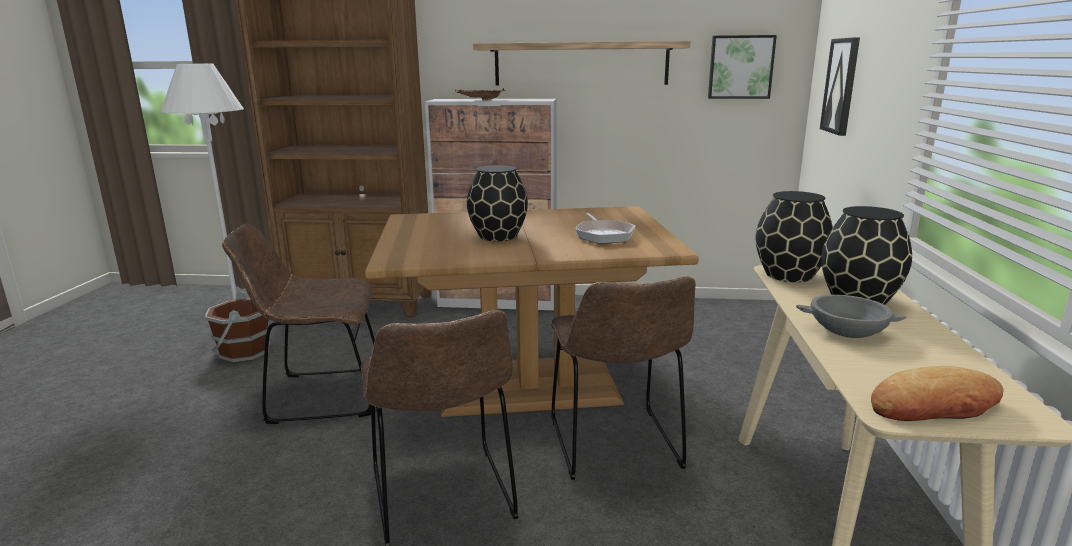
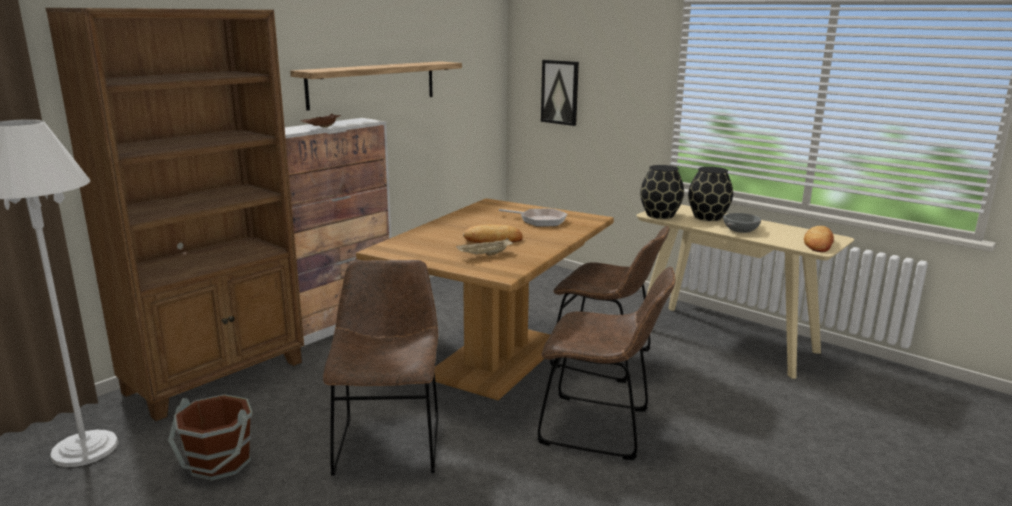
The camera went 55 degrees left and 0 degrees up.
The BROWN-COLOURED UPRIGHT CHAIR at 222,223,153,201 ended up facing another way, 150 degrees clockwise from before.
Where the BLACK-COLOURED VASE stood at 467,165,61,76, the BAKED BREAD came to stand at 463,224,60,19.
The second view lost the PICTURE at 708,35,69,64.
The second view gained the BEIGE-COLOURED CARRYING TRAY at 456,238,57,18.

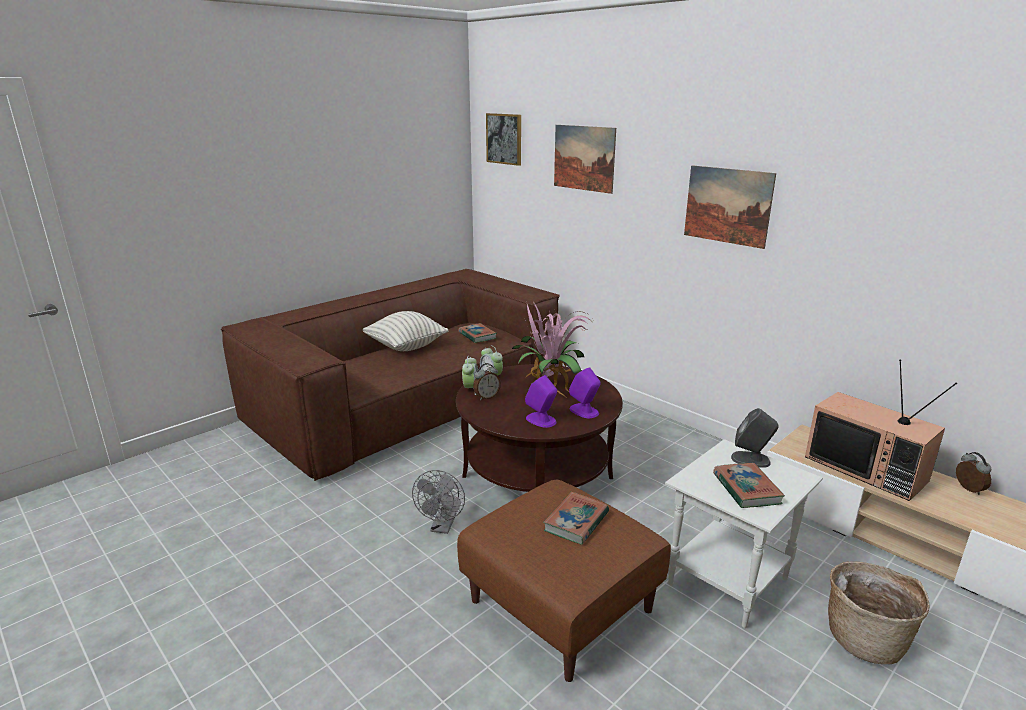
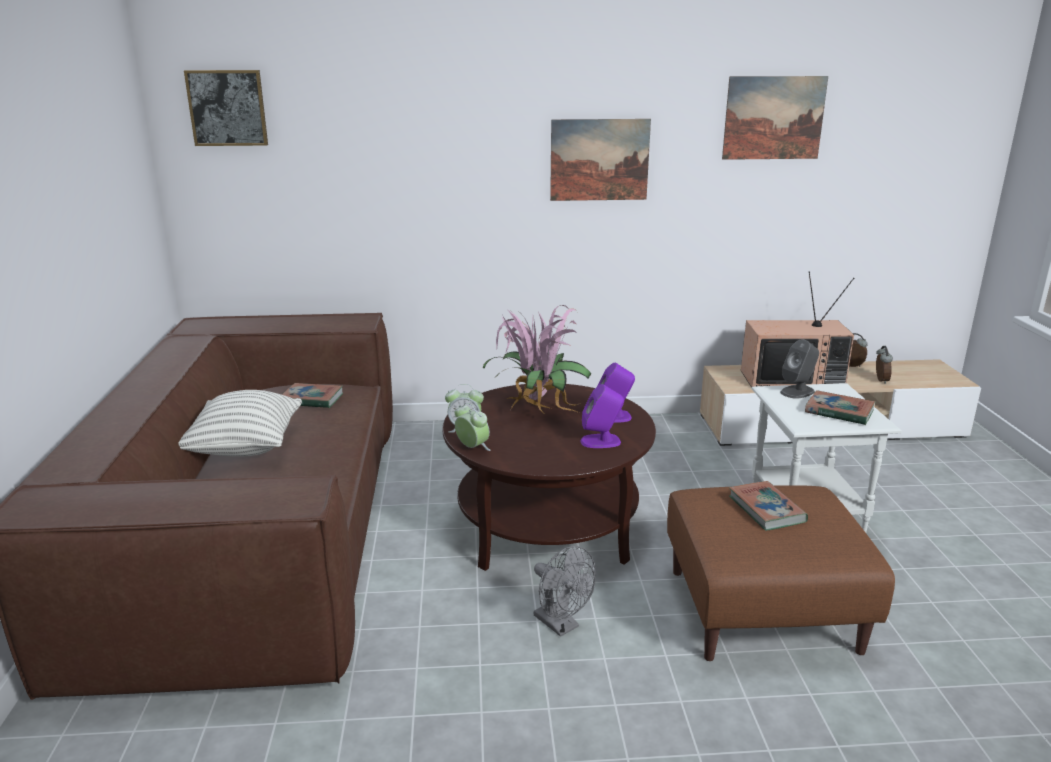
The camera went 50 degrees left and 0 degrees up.
The ALARM CLOCK ended up elsewhere, having gone from 473,363,28,37 to 876,346,17,38.
The PICTURE ended up elsewhere, having gone from 554,125,62,69 to 722,76,106,84.
The second view lost the HOUSEHOLD BASKET at 828,561,102,103.

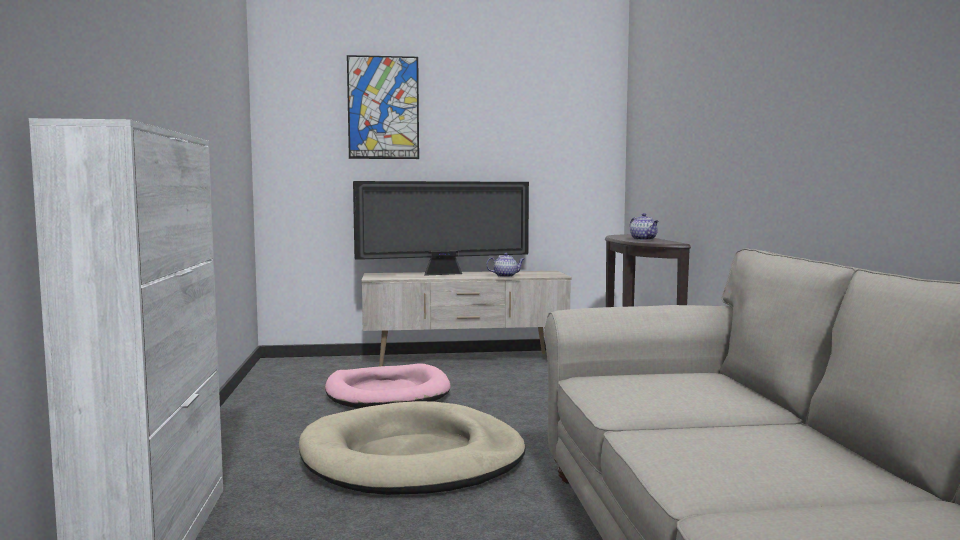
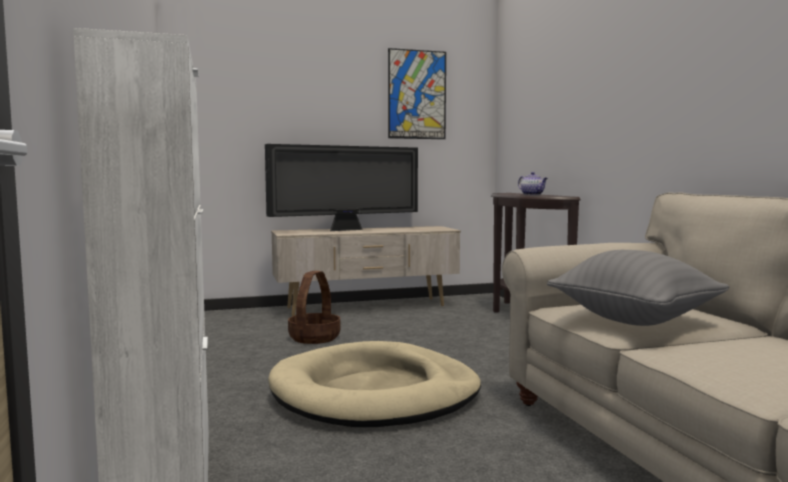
The camera went 10 degrees left and 0 degrees up.
Where the PINKISH DOG BED stood at 325,363,126,46, the HOUSEHOLD BASKET came to stand at 288,271,52,73.
The PICTURE ended up elsewhere, having gone from 347,55,72,104 to 388,48,58,91.
The second view lost the TEAPOT at 486,253,38,24.
The second view gained the GREYISH PILLOW at 547,250,182,76.

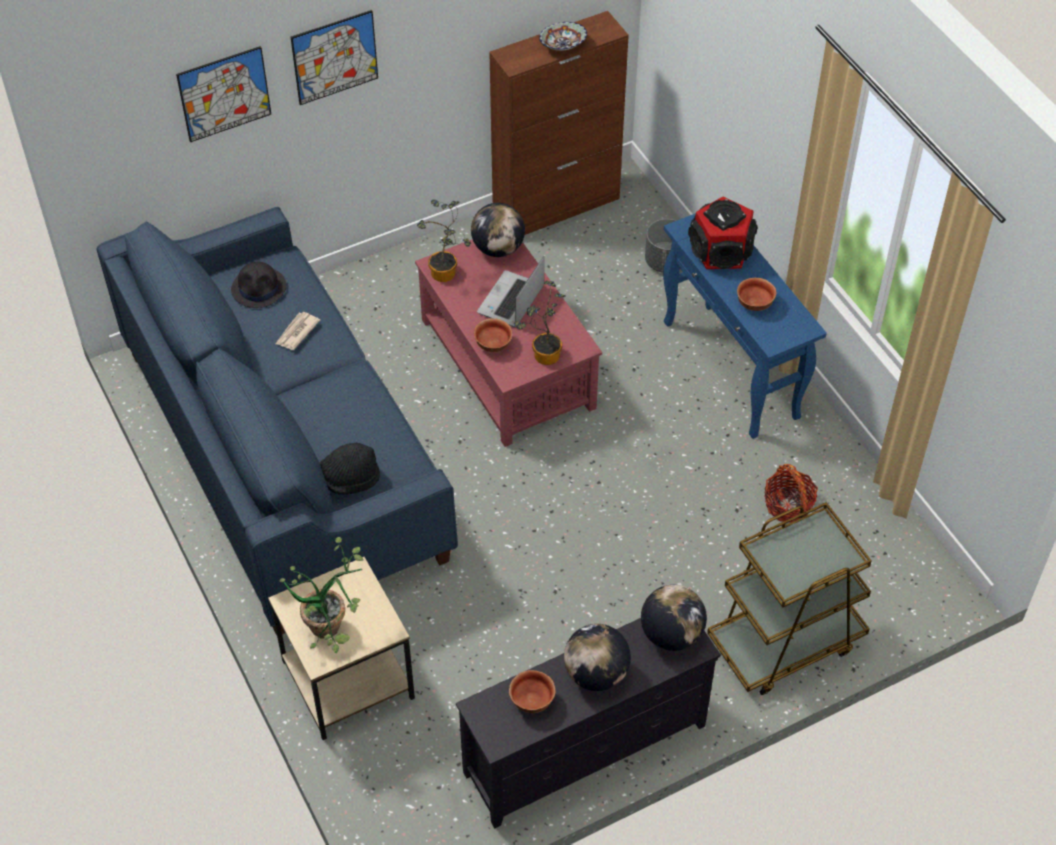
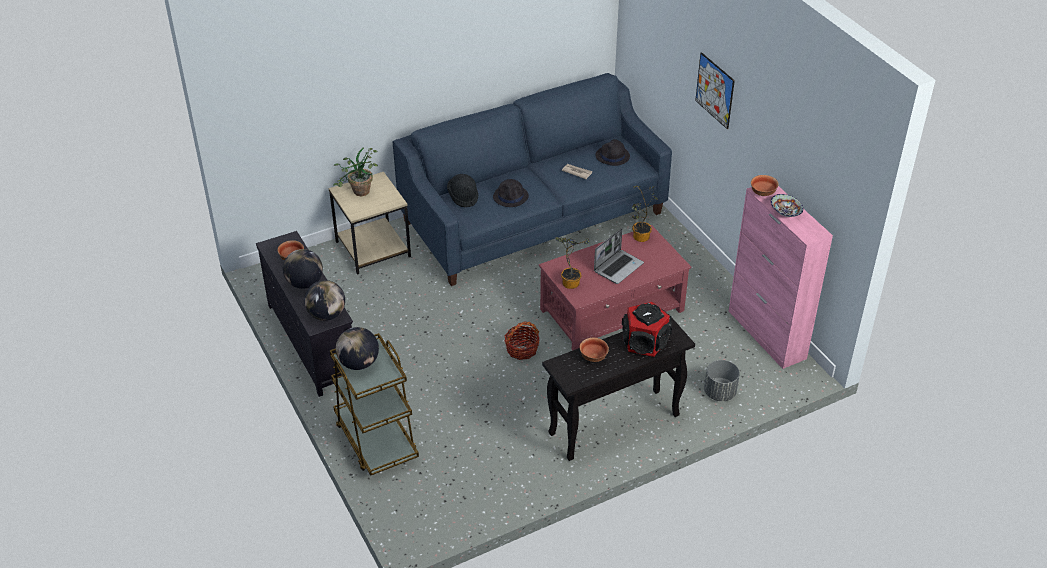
The camera went 90 degrees right and 10 degrees down.
The second view lost the PICTURE at 176,46,95,96.
The DESK GLOBE ended up elsewhere, having gone from 471,203,54,54 to 336,327,43,43.
The SERVING BOWL ended up elsewhere, having gone from 474,318,38,34 to 751,175,27,21.
The NOTEBOOK COMPUTER at 477,256,67,71 ended up facing another way, 105 degrees clockwise from before.
What was the BROWN-COLOURED CABINET at 489,11,140,224 turned into the PINKISH CABINET at 729,186,104,183.
What was the BLUE CONSOLE TABLE at 663,213,164,226 turned into the BLACK-COLOURED CONSOLE TABLE at 542,314,153,147.
The HOUSEHOLD BASKET ended up elsewhere, having gone from 764,464,54,59 to 504,321,36,39.
The second view gained the BLACK-COLOURED CLOTHING HAT at 493,179,36,28.

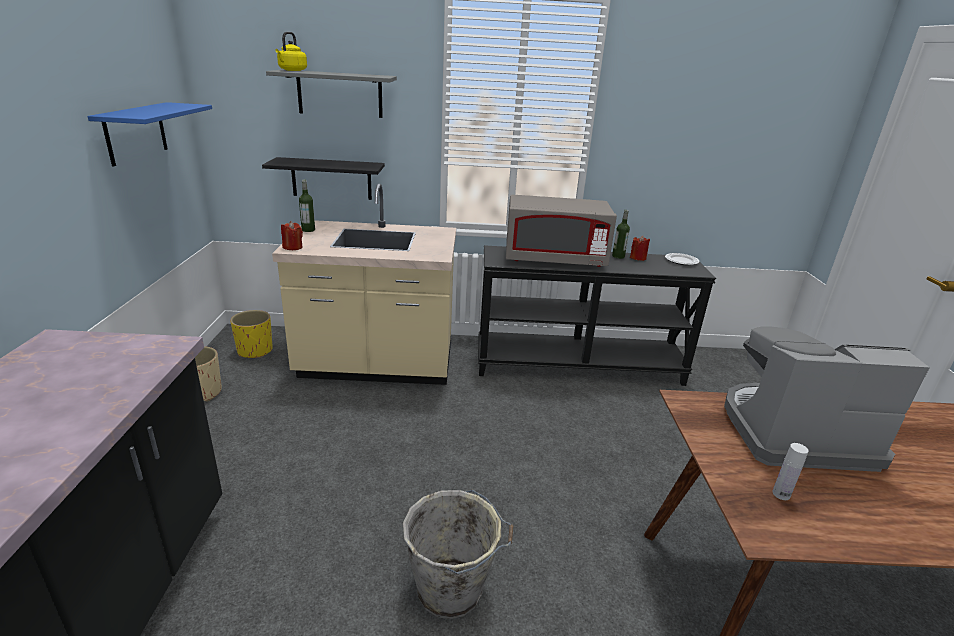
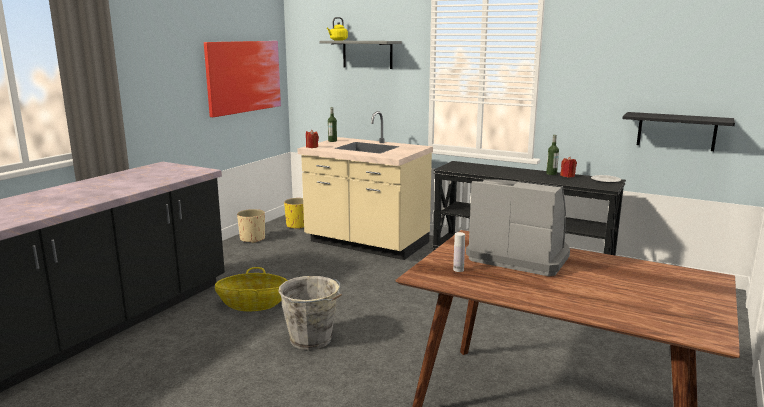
The camera went 30 degrees right and 10 degrees down.
Where the BLUE WALL SHELF hung at 87,102,125,65, the PICTURE came to hang at 204,41,77,76.
The BLACK-COLOURED WALL SHELF ended up elsewhere, having gone from 262,157,123,43 to 622,112,113,39.
The second view lost the GREYISH MICROWAVE OVEN at 506,195,111,72.
The second view gained the HOUSEHOLD BASKET at 215,267,73,44.

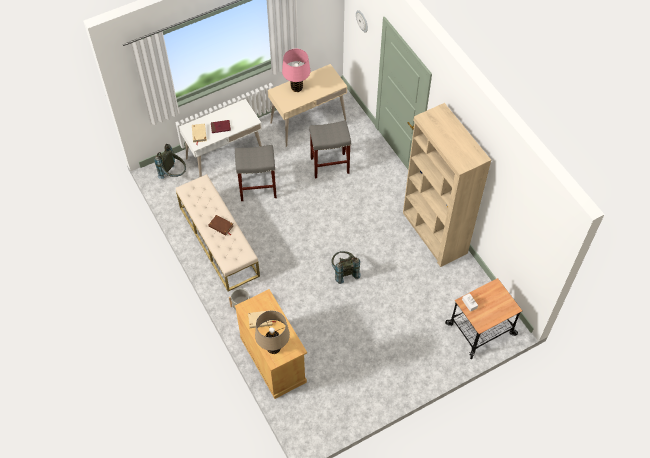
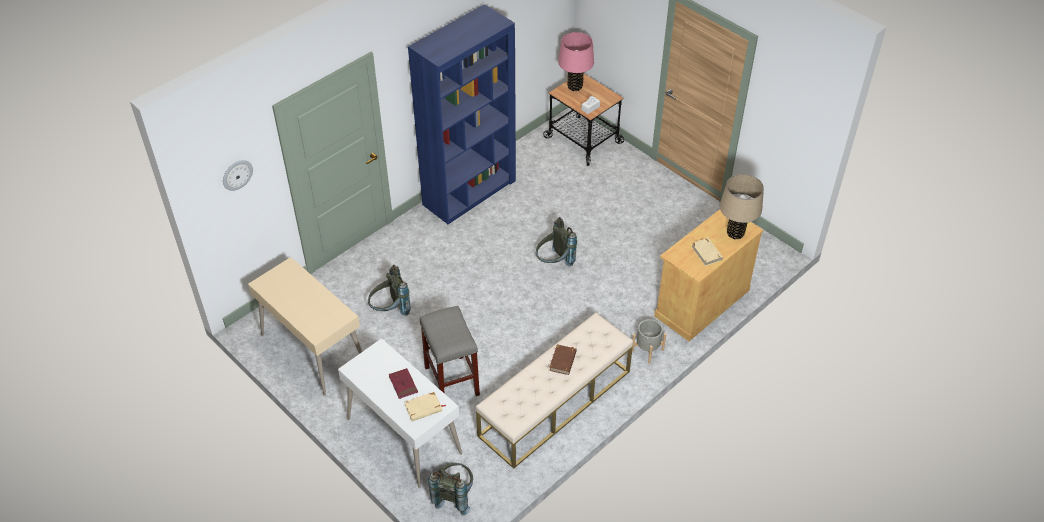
The camera went 105 degrees left and 10 degrees down.
The PINKISH LAMP FOR A TABLE ended up elsewhere, having gone from 282,49,28,43 to 558,32,36,59.
Where the GREYISH SITTING STOOL stood at 309,120,42,59, the GREYISH BACKPACK came to stand at 368,265,43,51.
What was the BEIGE-COLOURED SHELVING UNIT at 403,103,88,164 turned into the BLUE SHELVING UNIT at 408,4,108,220.

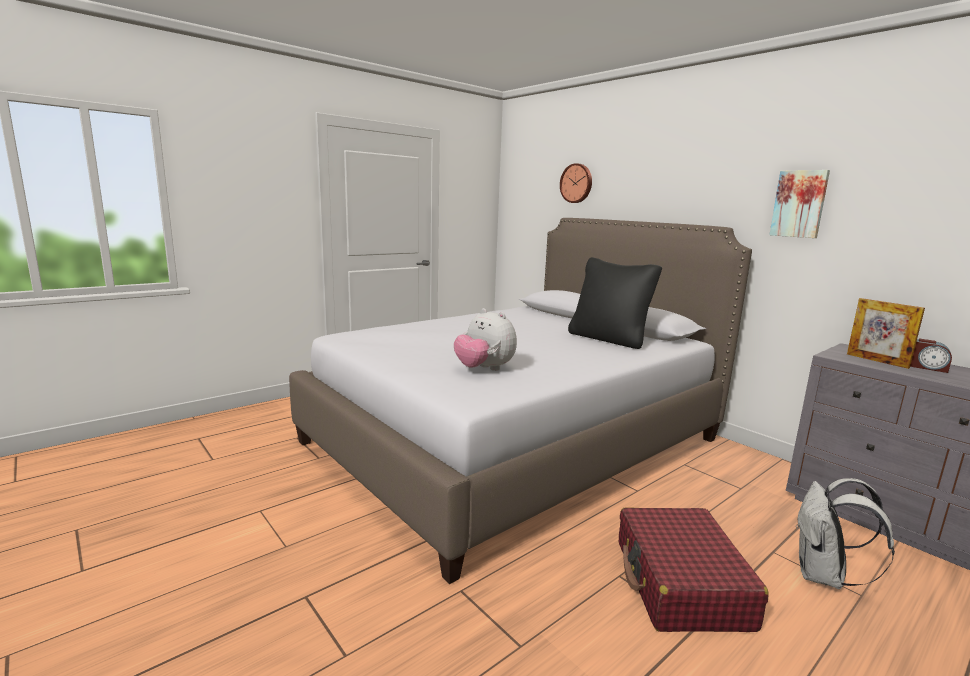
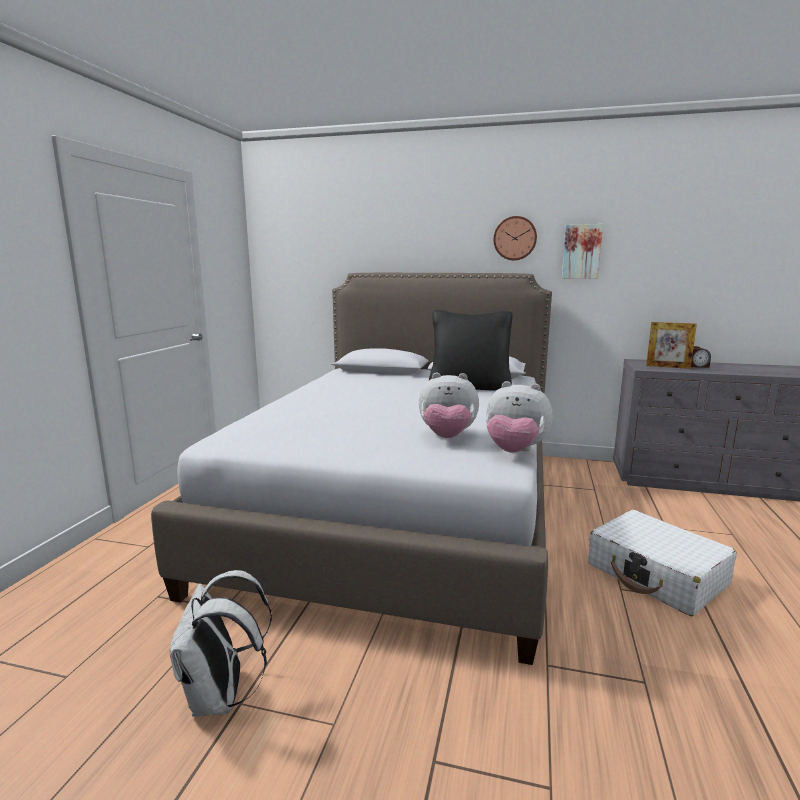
The camera went 35 degrees left and 0 degrees up.
The HANGING CLOCK ended up elsewhere, having gone from 560,163,32,40 to 493,216,44,44.
What was the REDDISH SUITCASE at 619,508,150,124 turned into the WHITE SUITCASE at 588,510,149,106.
The WHITE BACKPACK ended up elsewhere, having gone from 796,478,99,111 to 169,570,103,147.
The second view gained the SOFT TOY at 486,381,67,72.

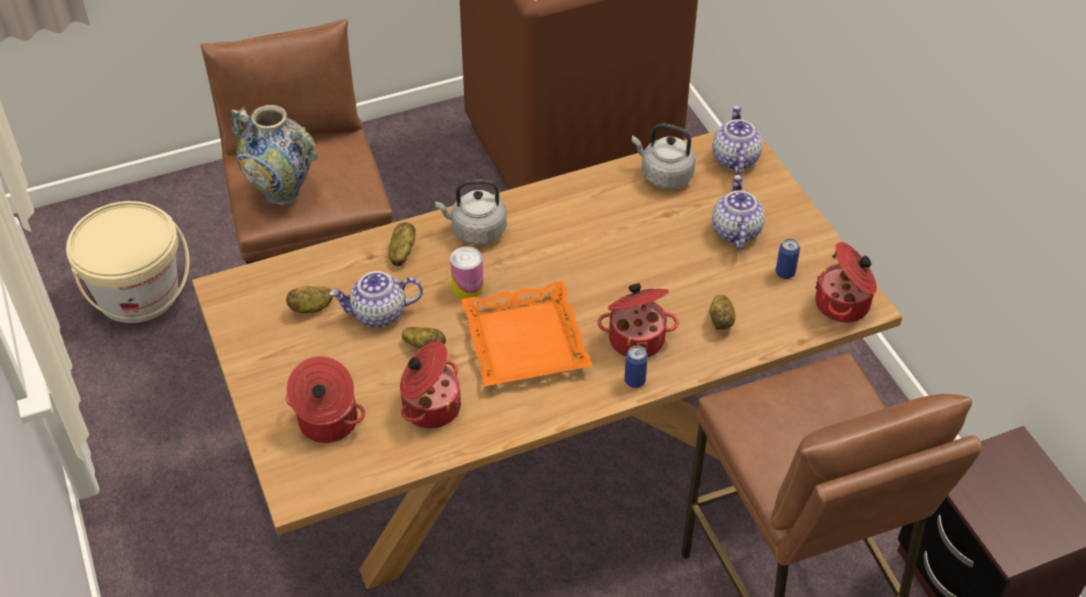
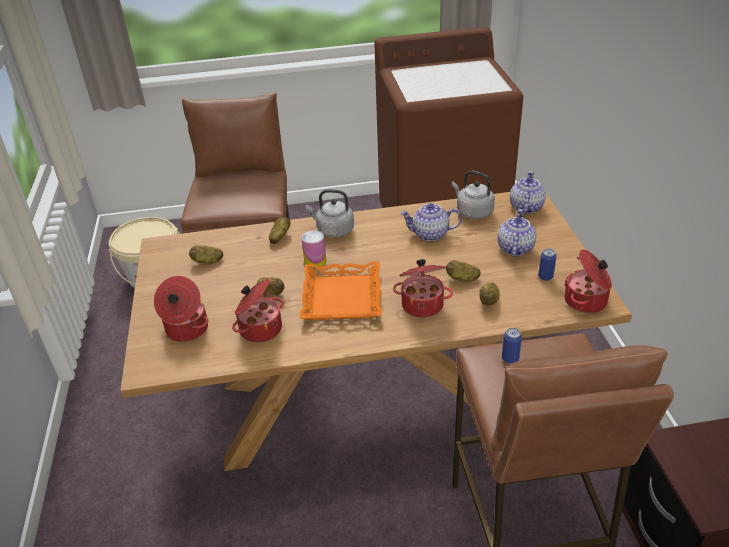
The camera went 15 degrees right and 10 degrees down.
The second view lost the VASE at 230,105,88,100.
The TEAPOT ended up elsewhere, having gone from 329,271,94,56 to 400,203,62,38.
The SEALED CAN ended up elsewhere, having gone from 624,346,24,42 to 502,328,20,36.
The second view gained the SPUD at 446,261,35,21.

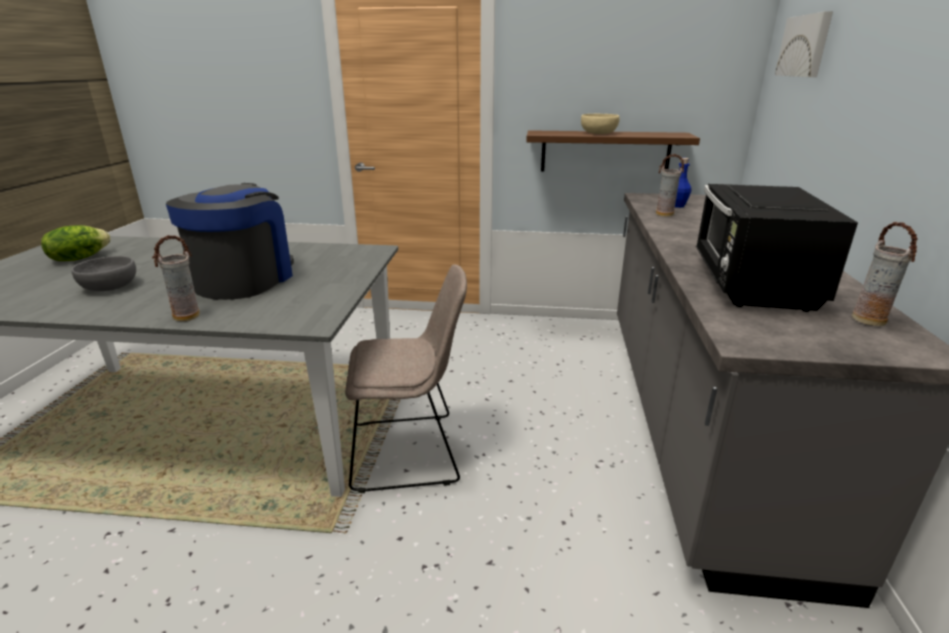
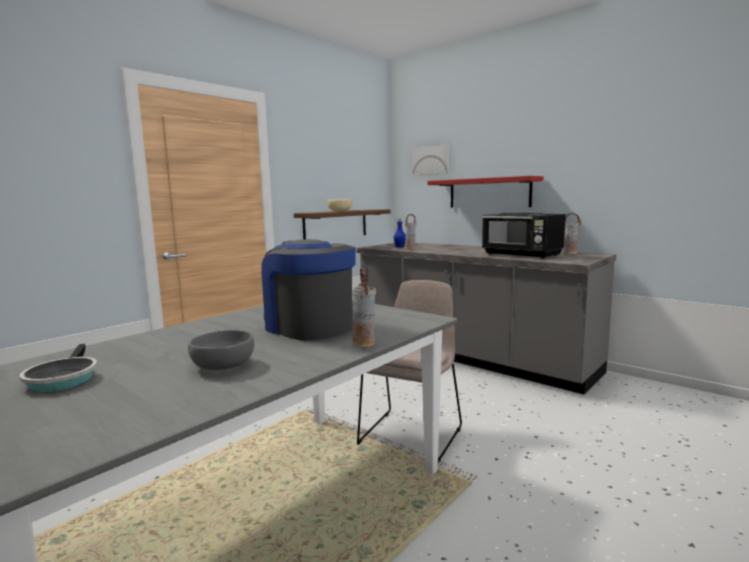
The camera went 55 degrees left and 15 degrees down.
Where the LETTUCE stood at 41,225,70,36, the PAN came to stand at 19,344,78,48.
The second view gained the REDDISH WALL SHELF at 428,176,116,32.

